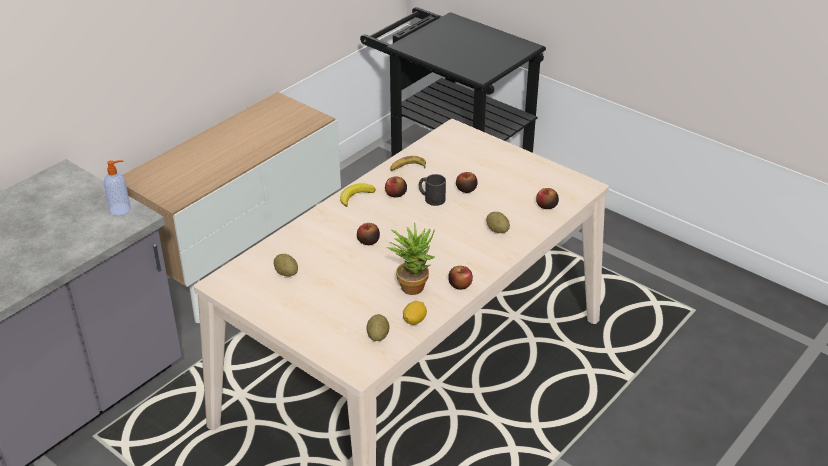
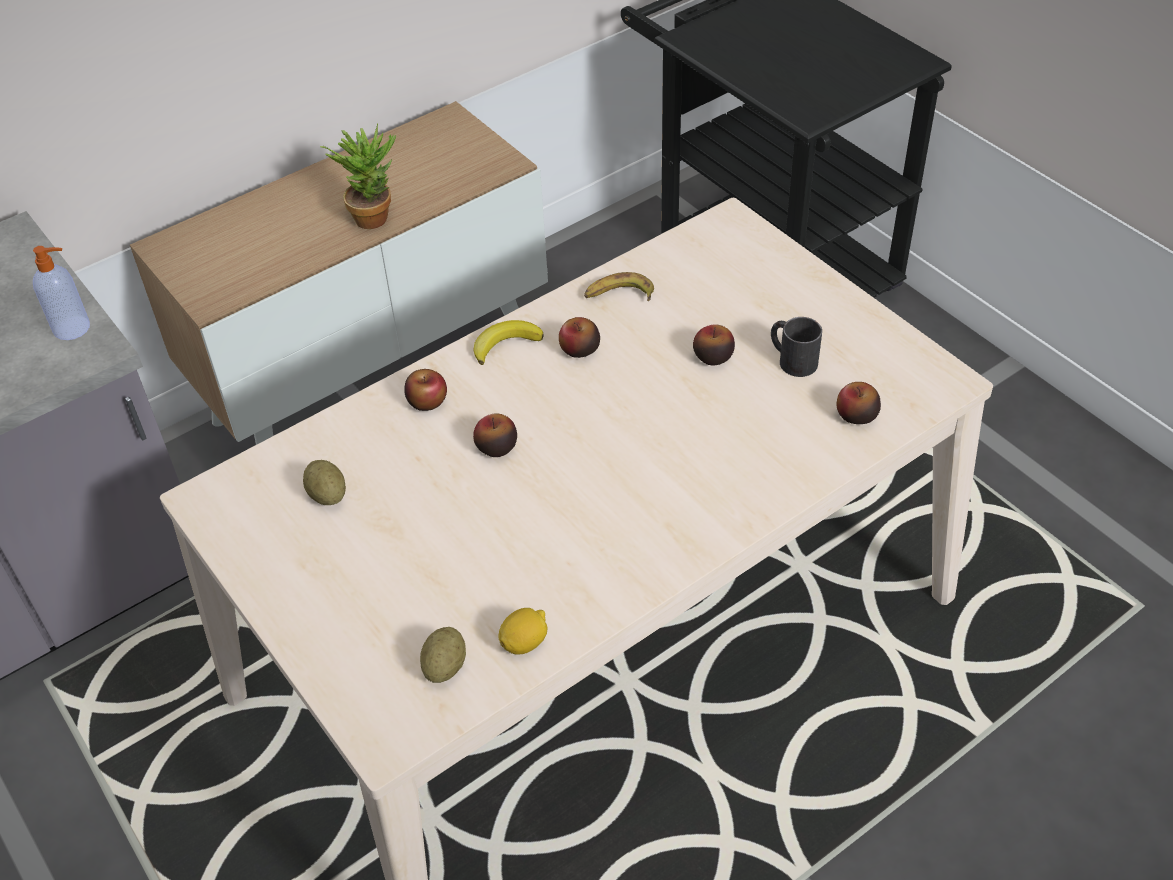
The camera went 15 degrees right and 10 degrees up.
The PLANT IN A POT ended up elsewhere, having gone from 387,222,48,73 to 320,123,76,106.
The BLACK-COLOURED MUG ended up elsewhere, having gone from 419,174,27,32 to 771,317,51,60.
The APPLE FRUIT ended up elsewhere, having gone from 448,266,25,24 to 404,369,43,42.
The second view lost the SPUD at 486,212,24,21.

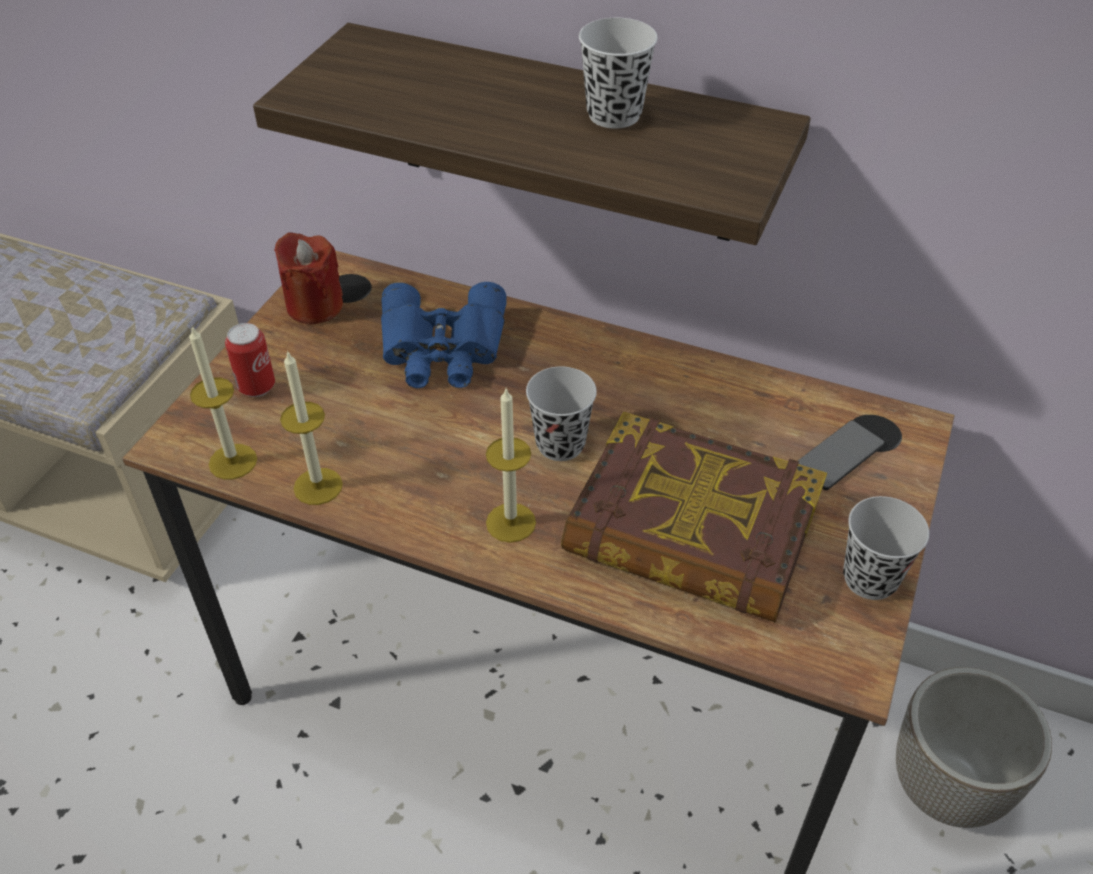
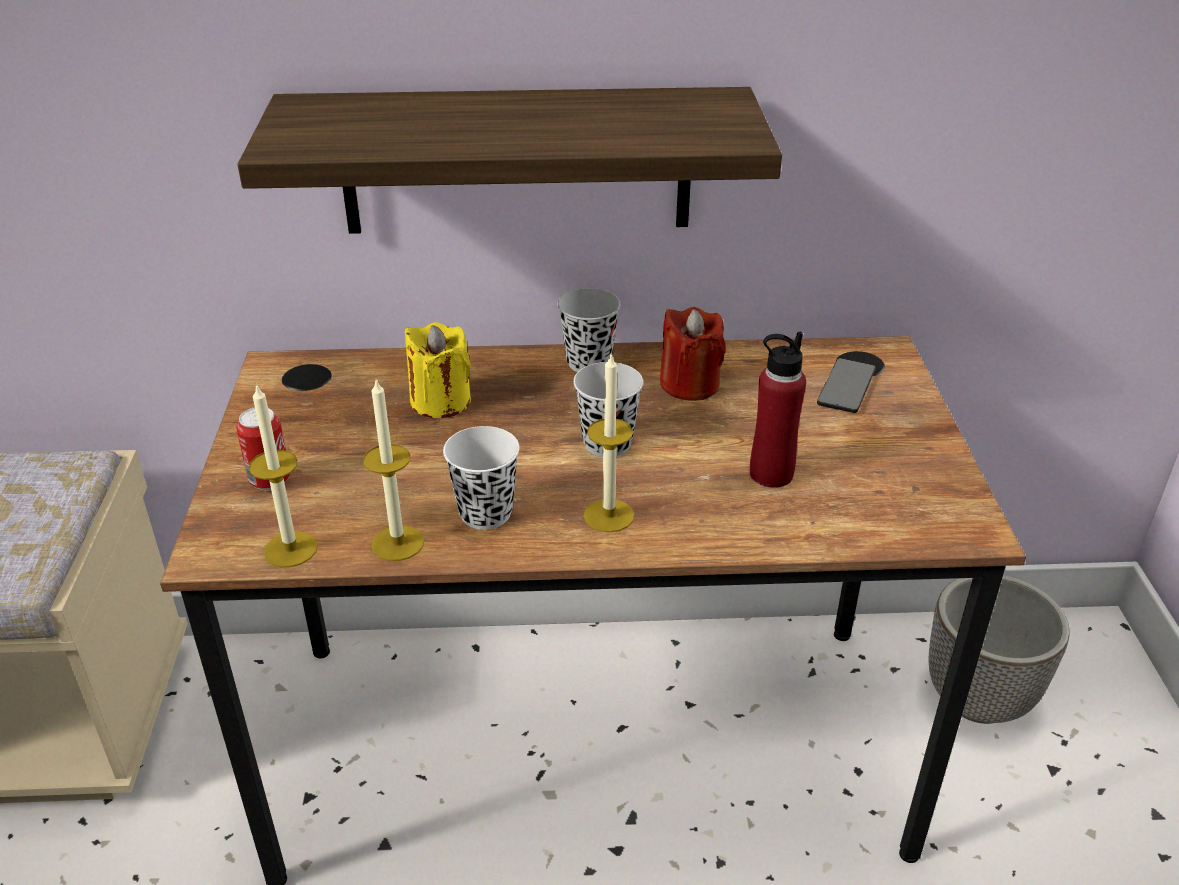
The camera went 25 degrees left and 10 degrees down.
The REDDISH WAX CANDLE ended up elsewhere, having gone from 274,232,69,92 to 660,307,66,94.
Where the BLUE FIELD GLASSES stood at 381,282,125,106, the YELLOW WAX CANDLE came to stand at 405,322,66,96.
Where the BOOK stood at 561,412,266,210, the REDDISH BOTTLE came to stand at 750,332,56,156.
The WHITE SMALL CUP ended up elsewhere, having gone from 579,18,79,111 to 443,426,77,104.
The BLACK-COLOURED SMALL CUP ended up elsewhere, having gone from 843,496,86,104 to 558,288,63,84.

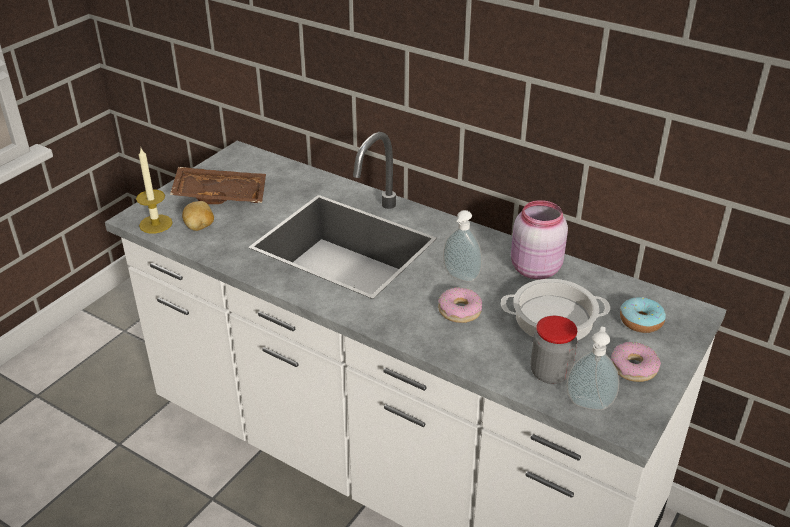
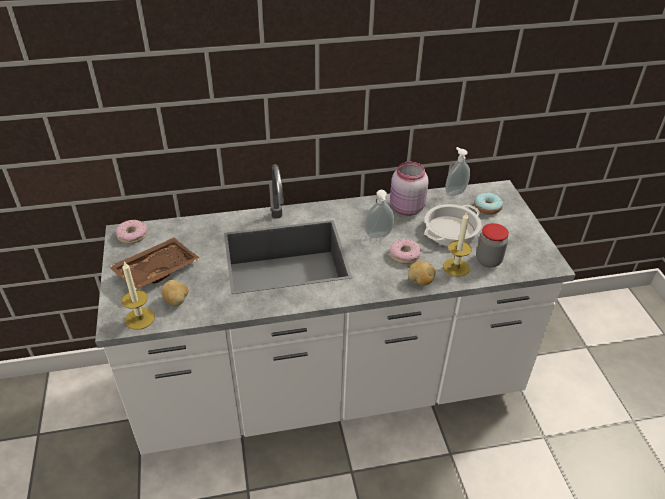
The camera went 45 degrees left and 5 degrees up.
The SOAP DISPENSER ended up elsewhere, having gone from 567,326,52,84 to 445,147,25,49.
The RING DOUGHNUT ended up elsewhere, having gone from 611,342,50,40 to 116,220,31,24.
The second view gained the SPUD at 408,261,28,24.
The second view gained the WAX CANDLE at 443,212,29,65.

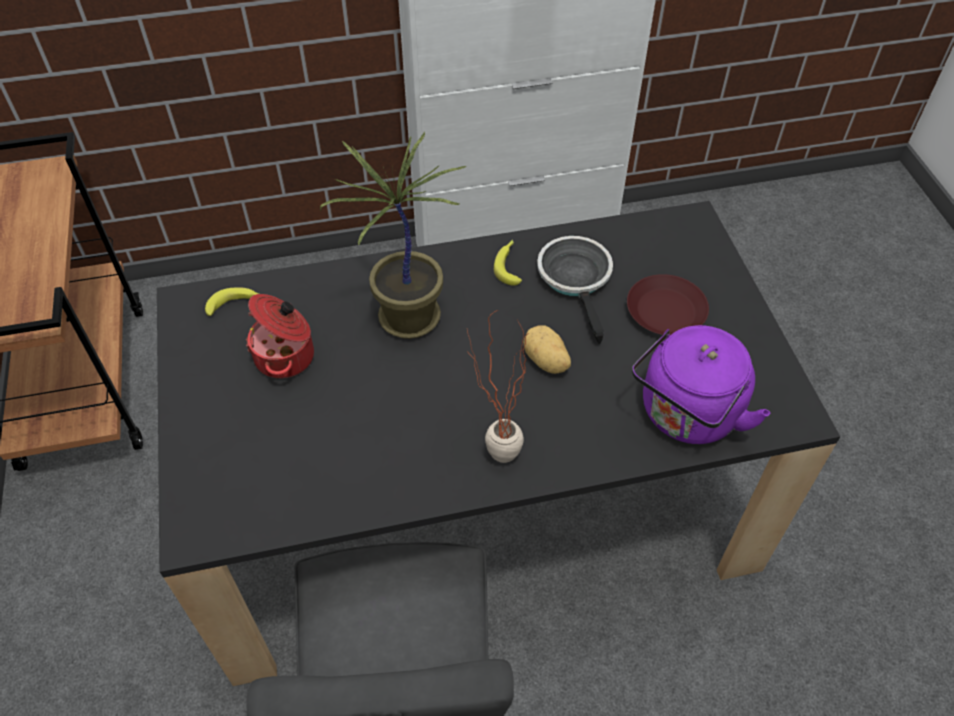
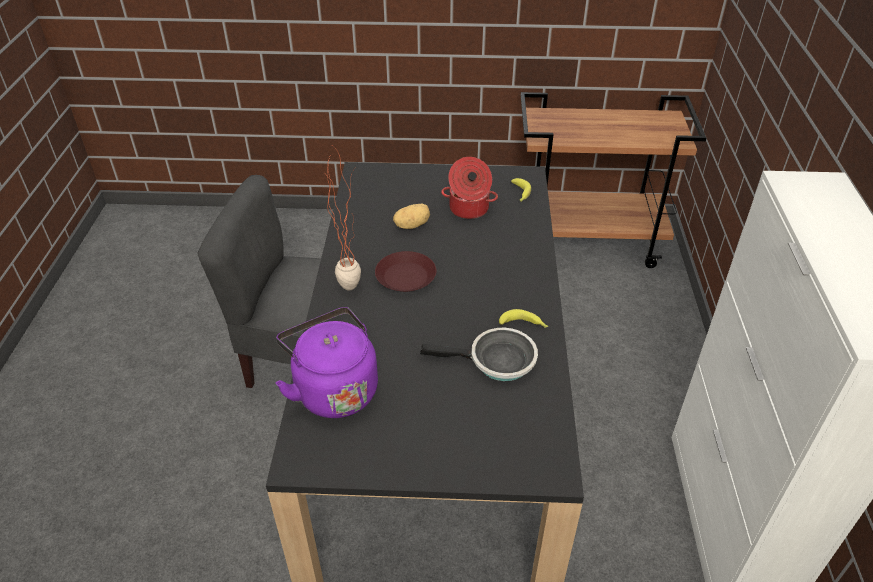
The camera went 105 degrees right and 10 degrees down.
The second view lost the PLANT IN A POT at 320,132,146,207.
The SPUD ended up elsewhere, having gone from 523,325,48,49 to 393,204,37,25.
The BROWN-COLOURED PLATE ended up elsewhere, having gone from 627,274,82,61 to 375,251,61,41.

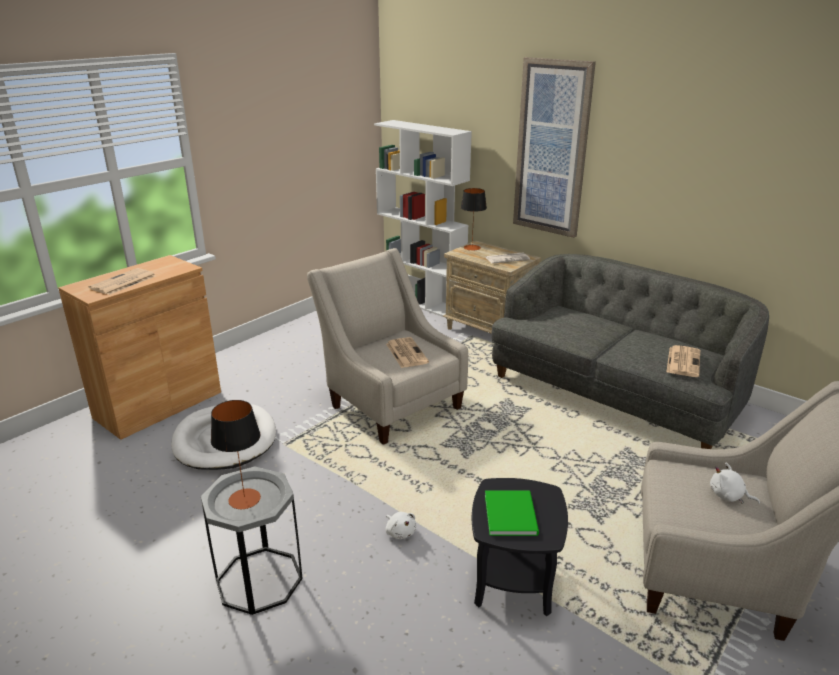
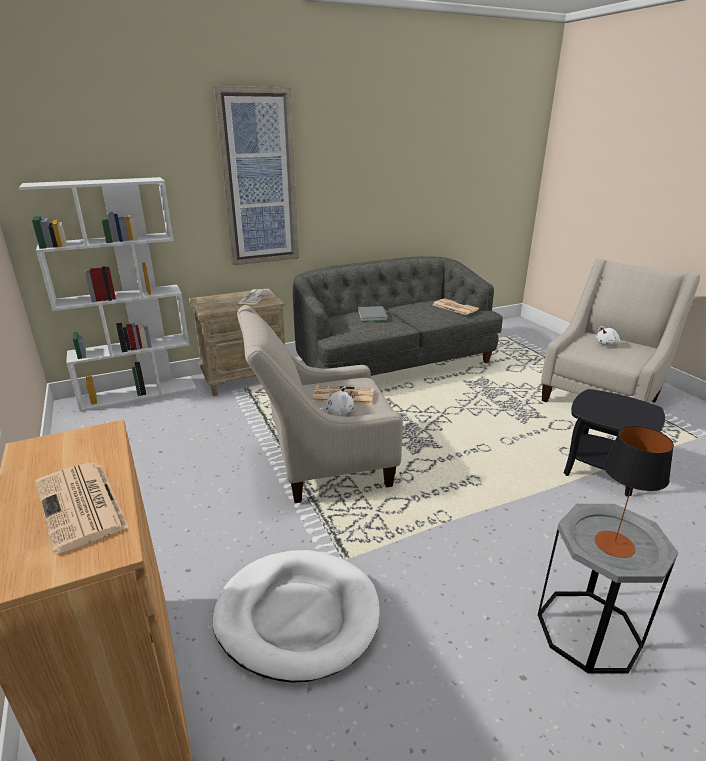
The camera went 65 degrees left and 0 degrees up.
The WHITE SOFT TOY ended up elsewhere, having gone from 386,512,30,27 to 319,386,35,30.
The second view lost the LAMP FOR A TABLE at 461,188,26,63.
The second view lost the GREEN BOOK at 485,490,54,46.
The second view gained the GREYISH BOOK at 358,306,30,15.

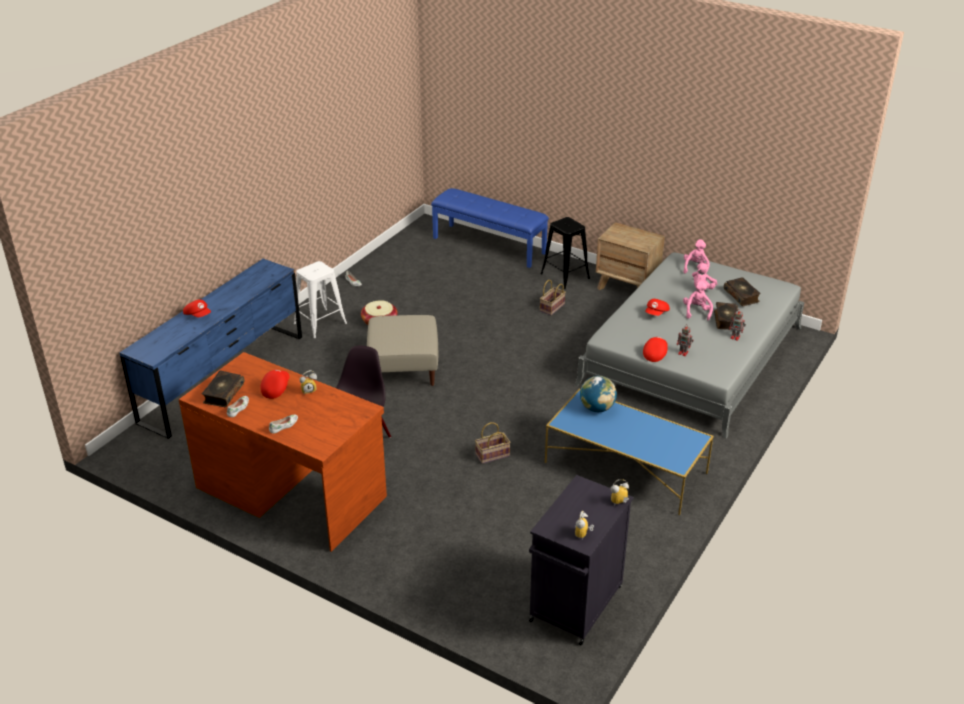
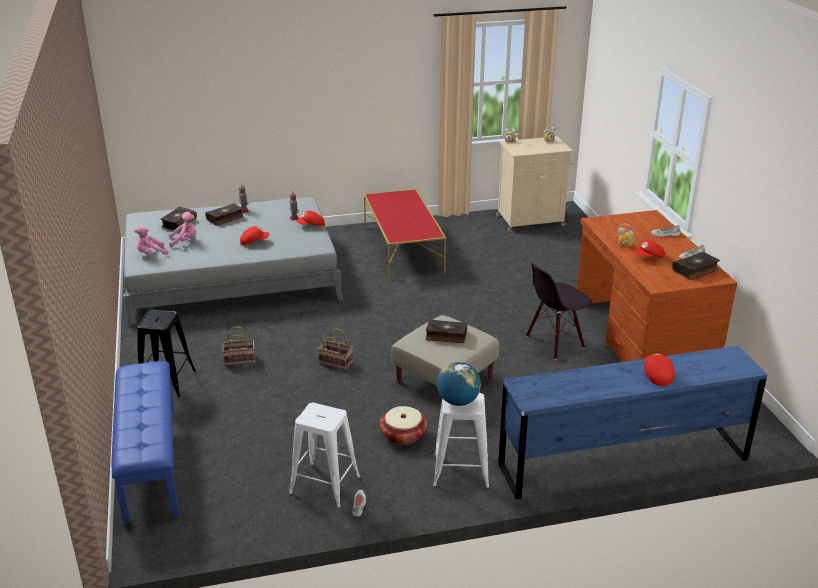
The camera went 135 degrees left and 5 degrees down.
The HOUSEHOLD BASKET ended up elsewhere, having gone from 475,422,36,42 to 318,329,35,41.
What was the BLACK-COLOURED CABINET at 529,475,104,170 turned into the BEIGE-COLOURED CABINET at 496,136,78,96.
What was the BLUE LOW TABLE at 545,389,169,126 turned into the REDDISH LOW TABLE at 364,189,82,91.
The DESK GLOBE ended up elsewhere, having gone from 580,376,37,36 to 437,362,44,44.
The second view lost the BROWN-COLOURED NIGHTSTAND at 596,222,69,68.
The second view lost the PINKISH SOFT TOY at 683,281,30,39.
The second view gained the WHITE SITTING STOOL at 289,403,71,105.
The second view gained the BOOK at 426,319,41,24.

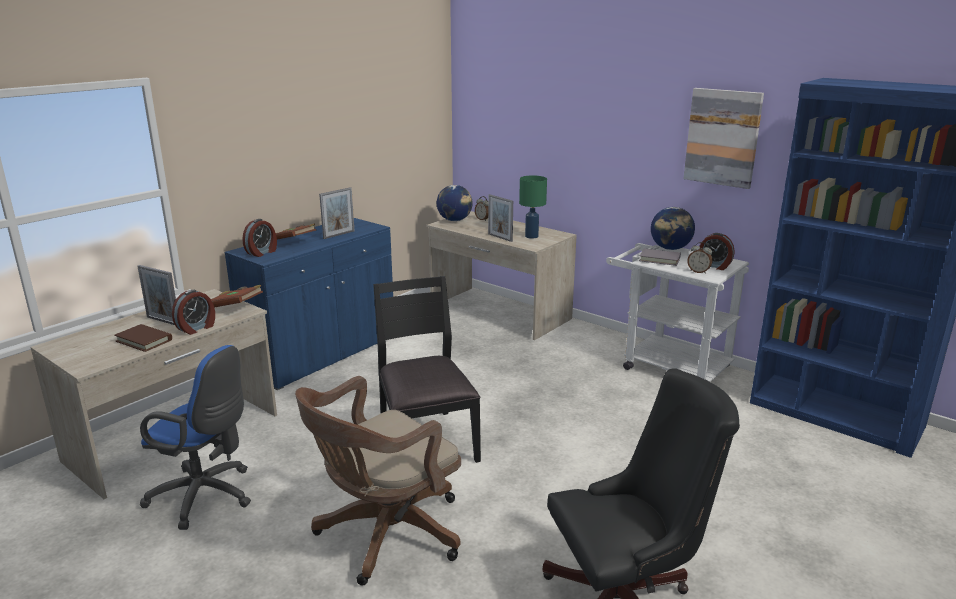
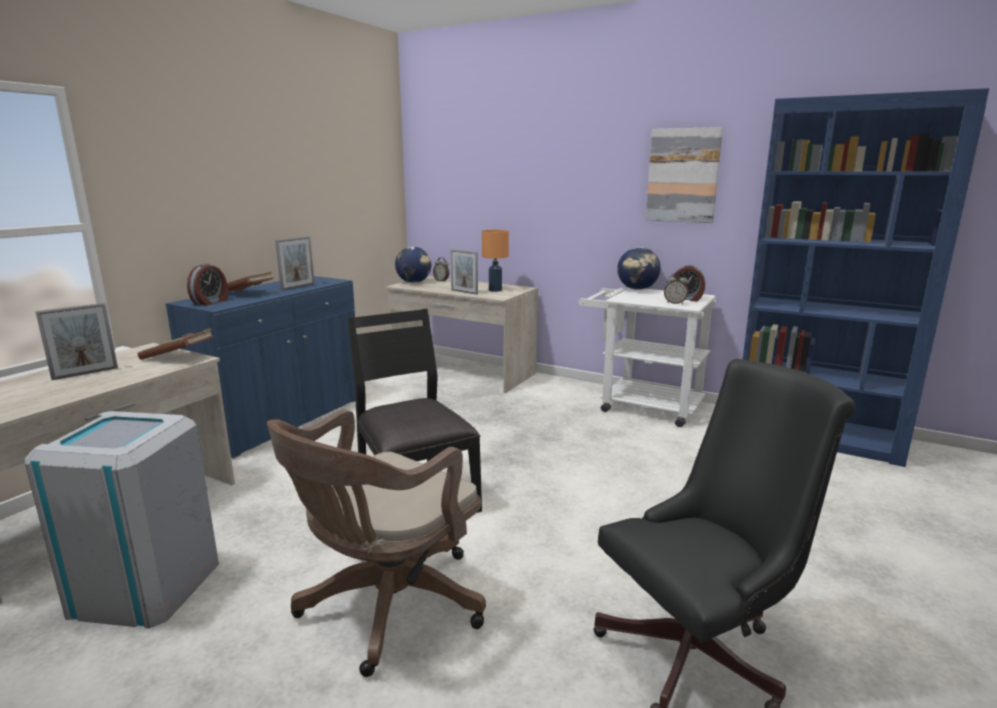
The camera went 10 degrees left and 5 degrees down.
The second view lost the BROWN-COLOURED BOOK at 114,324,58,28.
The PHOTO FRAME at 137,265,39,60 ended up facing another way, 60 degrees counterclockwise from before.
Where the BLUE COMPUTER CHAIR stood at 140,345,111,185, the GREYISH RUBBISH BIN came to stand at 25,411,194,217.
The second view lost the ALARM CLOCK at 172,290,43,45.
What was the GREEN LAMP FOR A TABLE at 519,175,28,64 turned into the ORANGE LAMP FOR A TABLE at 482,230,27,62.
The second view lost the GREYISH BOOK at 639,249,42,17.

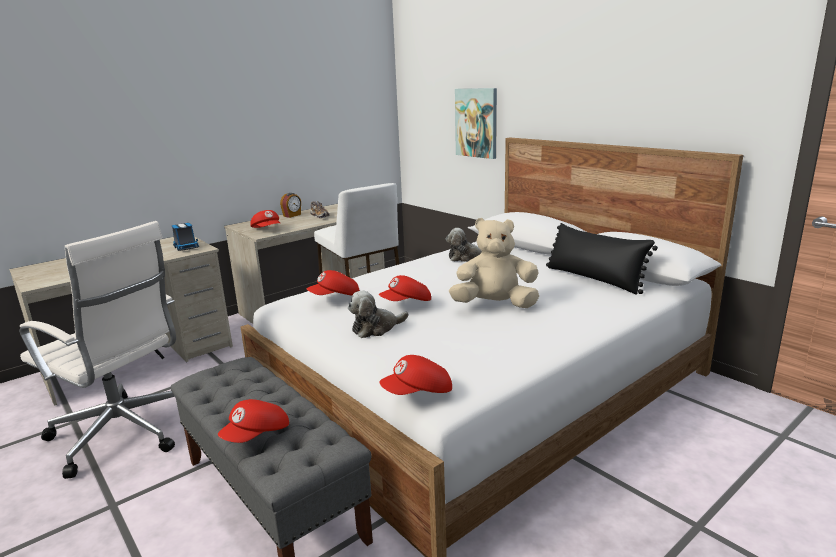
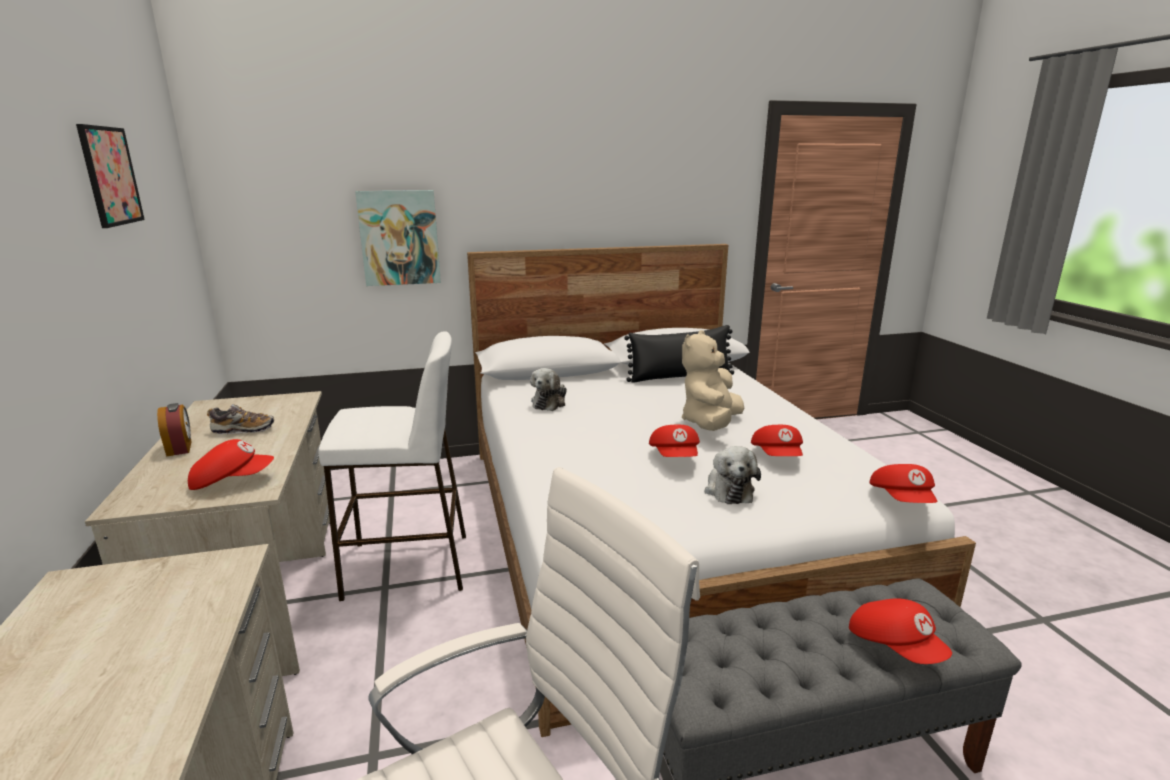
The camera went 65 degrees left and 0 degrees up.
The second view lost the TOY LORRY at 172,223,27,28.
The REDDISH PEAKED CAP ended up elsewhere, having gone from 307,270,53,26 to 751,425,52,31.
The second view gained the PICTURE at 76,124,69,104.

